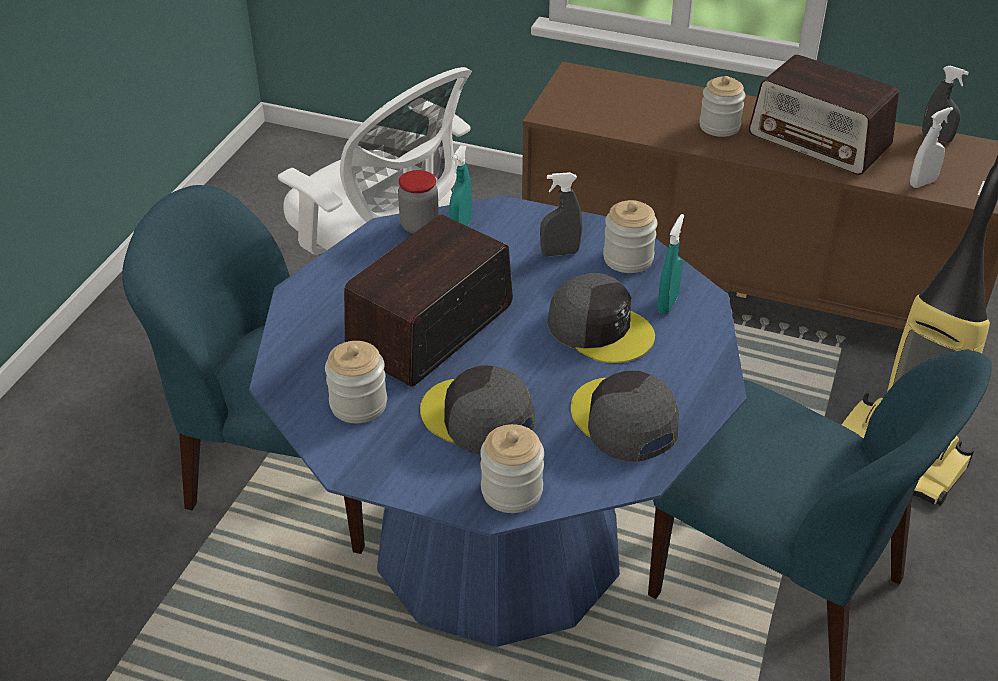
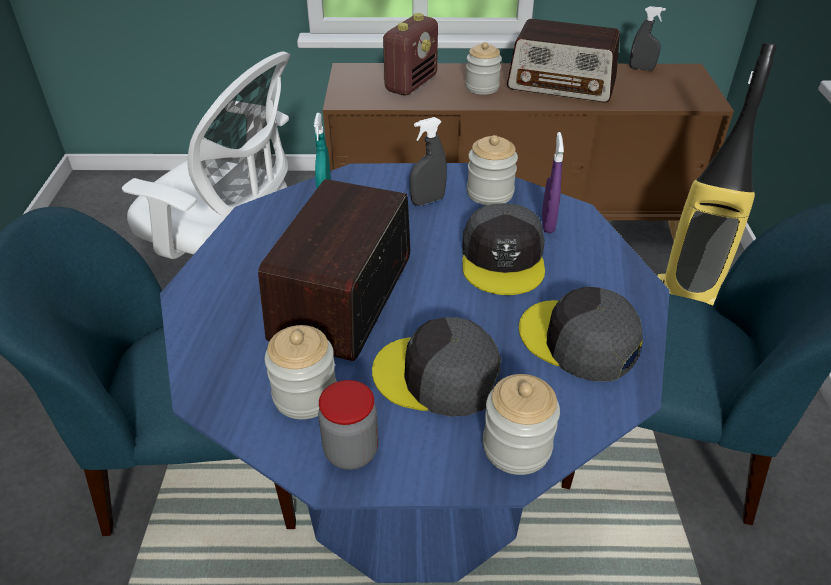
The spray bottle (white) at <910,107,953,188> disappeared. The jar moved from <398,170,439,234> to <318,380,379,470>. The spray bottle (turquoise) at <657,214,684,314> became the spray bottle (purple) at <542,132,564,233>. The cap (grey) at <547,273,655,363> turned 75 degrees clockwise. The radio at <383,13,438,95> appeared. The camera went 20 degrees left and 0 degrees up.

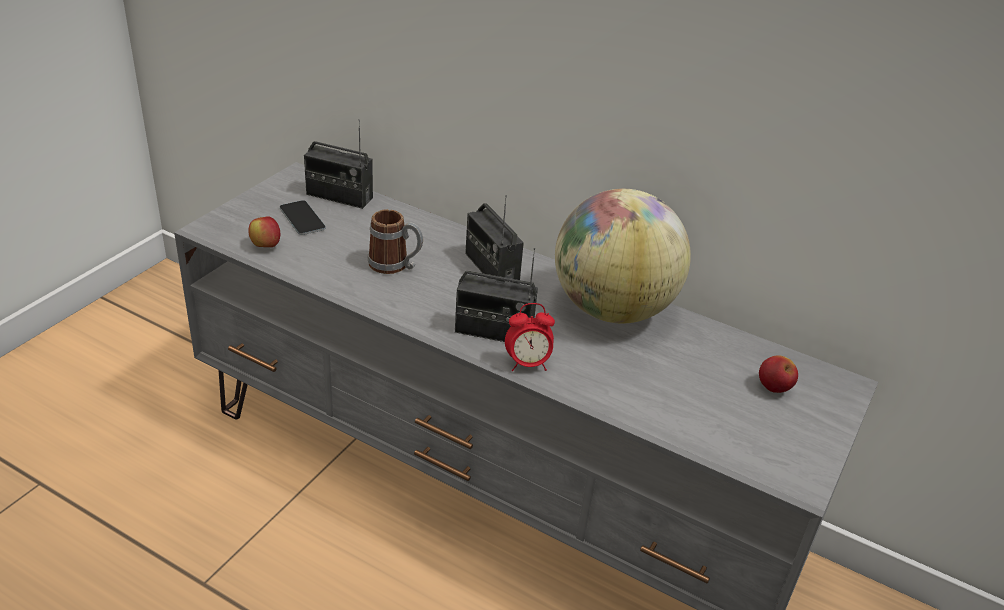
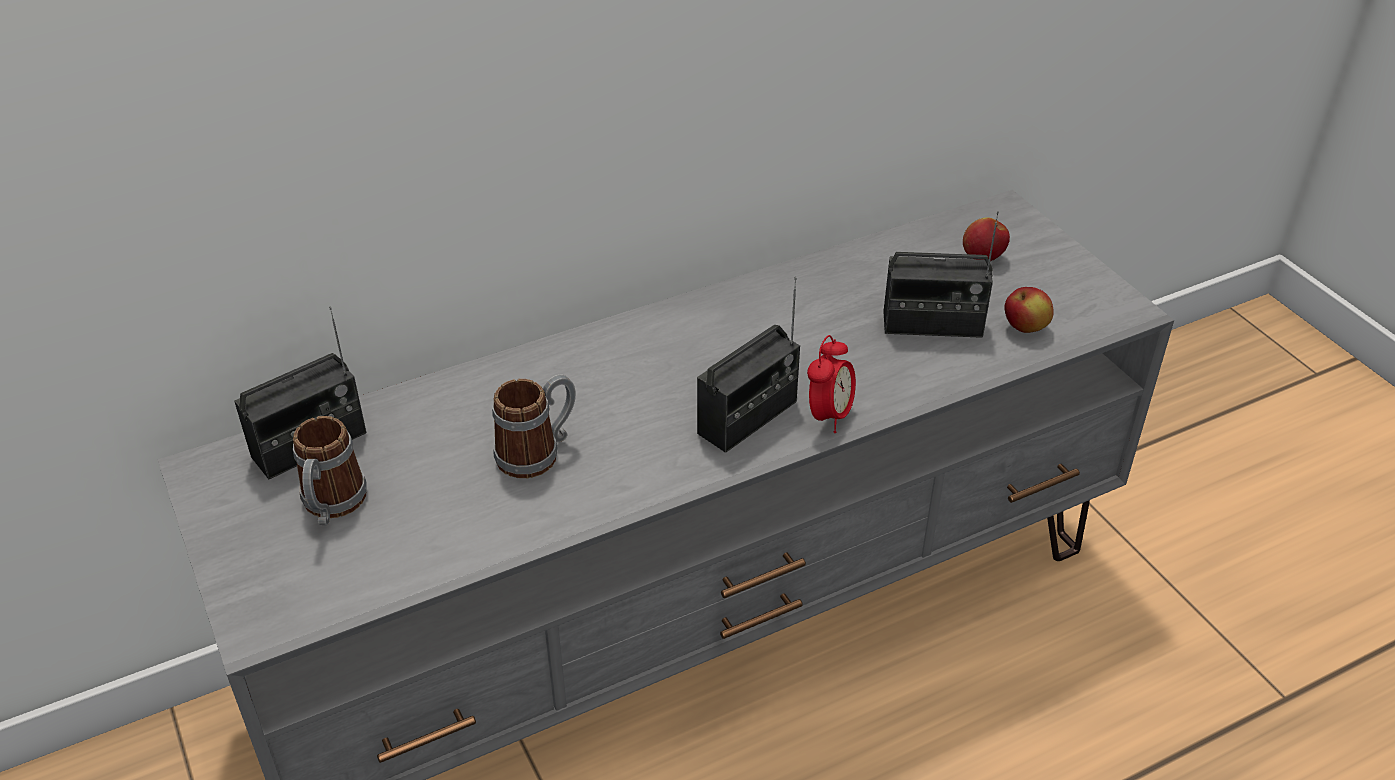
The globe at <555,189,691,323> disappeared. The radio moved from <465,195,524,284> to <883,211,999,338>. The phone at <280,200,326,235> was replaced by the mug at <293,416,367,525>. The apple moved from <248,216,280,247> to <1004,287,1053,333>. The camera went 55 degrees left and 5 degrees up.

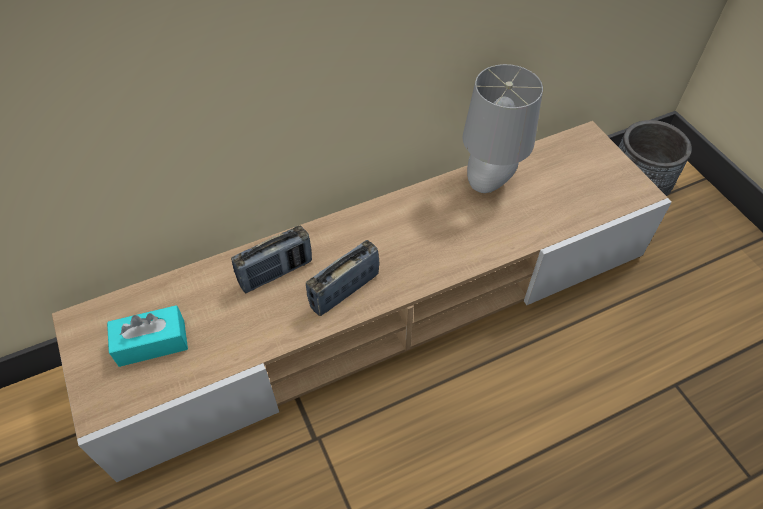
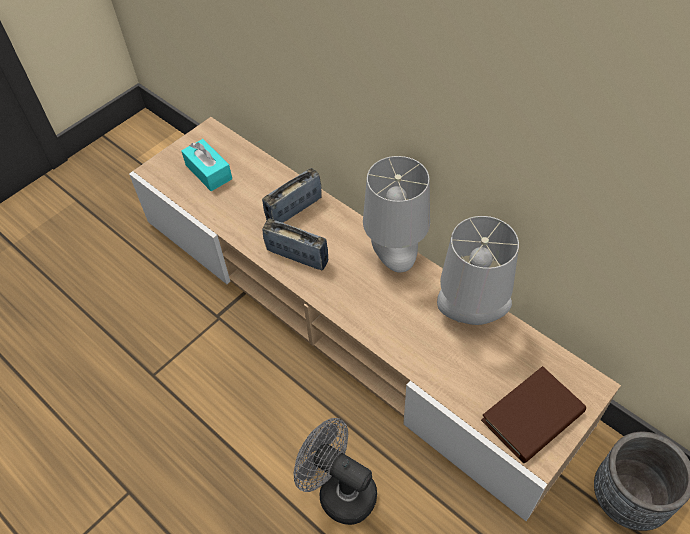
The radio at <231,226,312,293> turned 105 degrees clockwise. The table lamp (grey) at <363,156,430,273> appeared. The book (brown) at <481,366,586,463> appeared. The fan (grey) at <294,418,377,525> appeared. The camera went 70 degrees right and 0 degrees up.

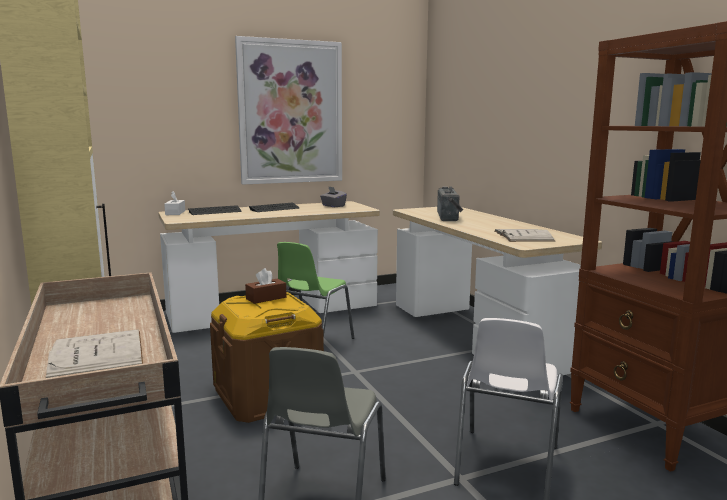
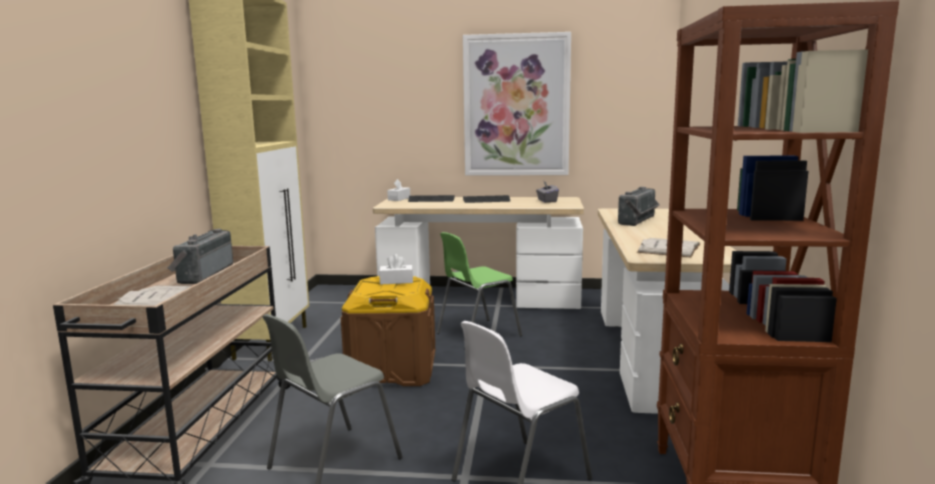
The tissue box (brown) at <245,268,286,304> became the tissue box (white) at <379,254,413,285>. The radio at <168,229,233,284> appeared. The camera went 30 degrees right and 0 degrees up.

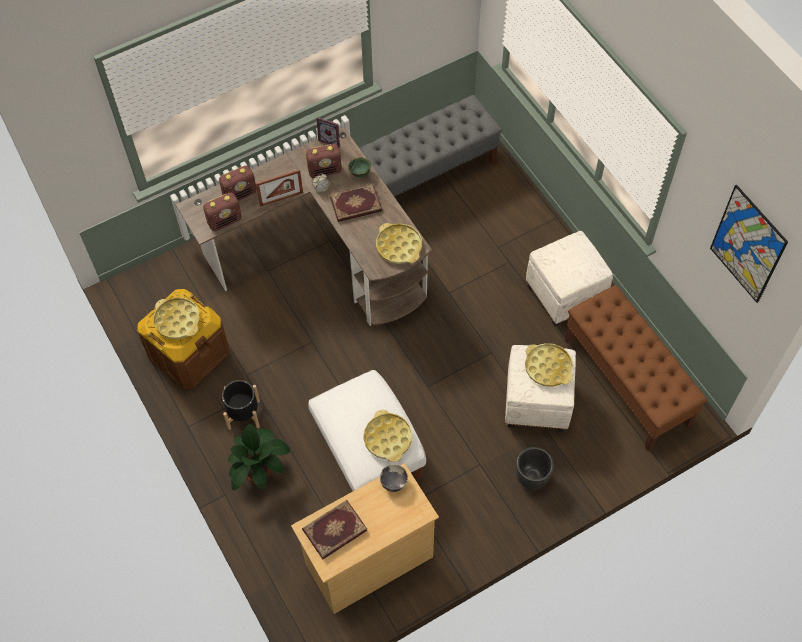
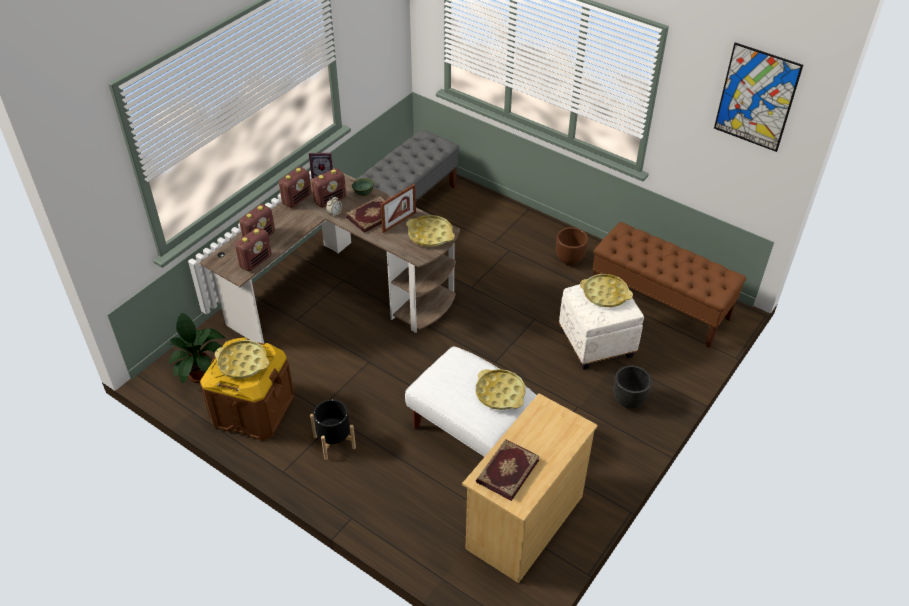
The picture frame moved from <255,169,303,207> to <381,184,416,233>. The ottoman (white) at <526,231,613,326> was replaced by the planter (brown) at <556,227,588,265>. The potted plant moved from <228,424,290,491> to <169,313,226,383>. The bowl at <380,464,408,492> disappeared. The radio at <279,167,312,208> appeared. The camera went 25 degrees left and 15 degrees down.

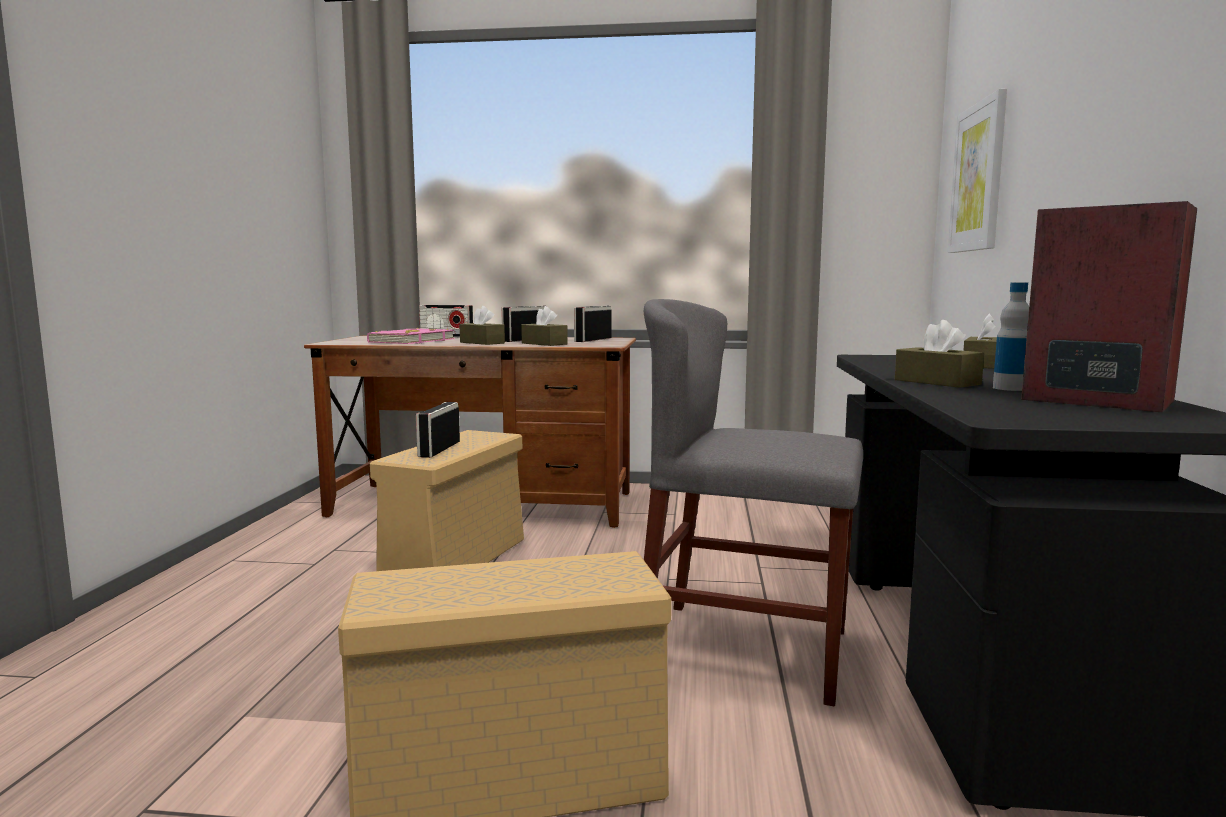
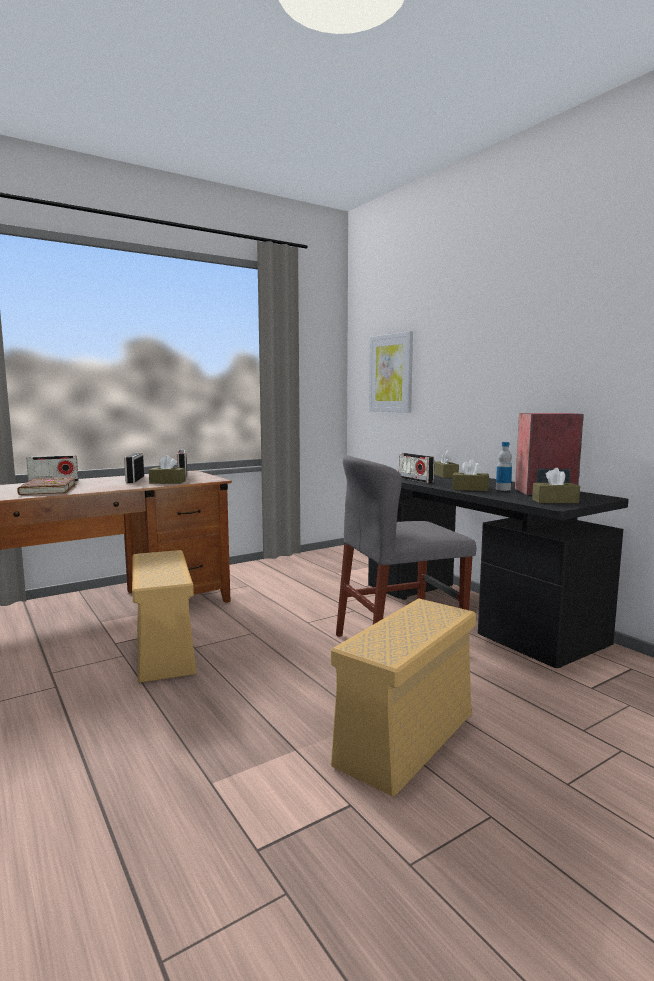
The tissue box (brown) moved from <459,306,505,345> to <532,468,580,503>. The book (pink) at <367,328,455,344> became the book (brown) at <17,477,76,495>. The radio moved from <416,402,460,458> to <399,453,434,483>. The camera went 40 degrees left and 0 degrees up.

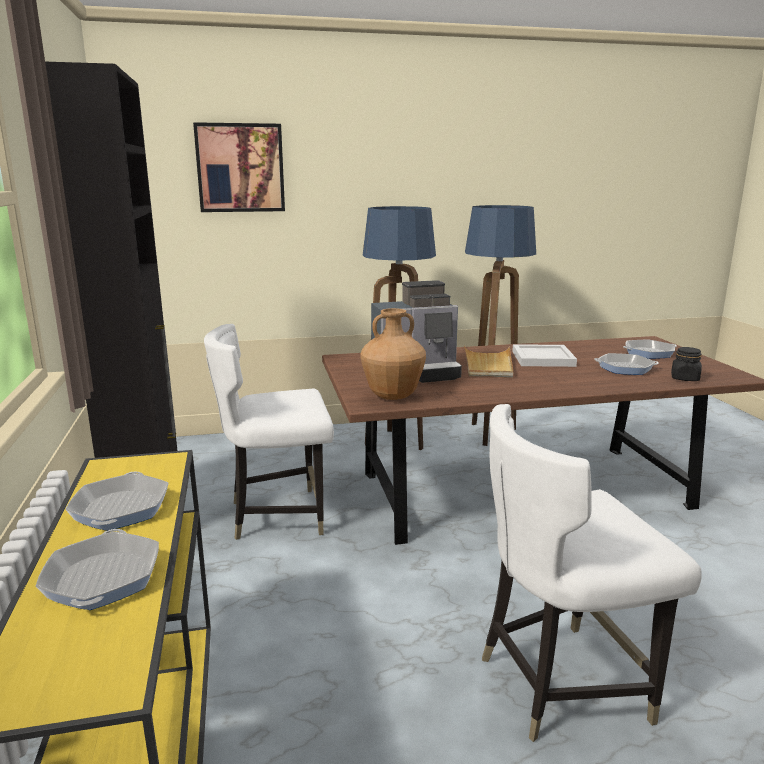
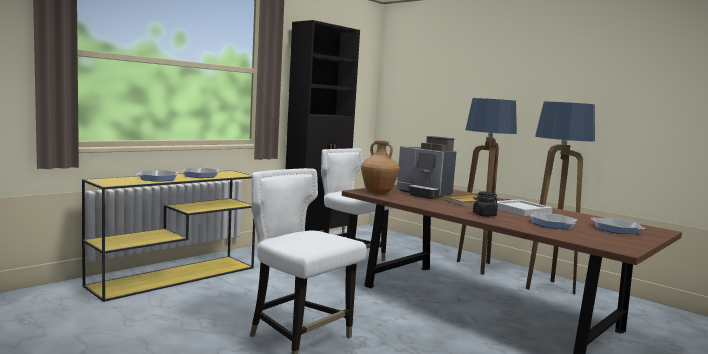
The picture at <193,122,285,212> disappeared. The jar (black) moved from <671,347,702,381> to <473,191,498,217>. The camera went 55 degrees right and 10 degrees down.

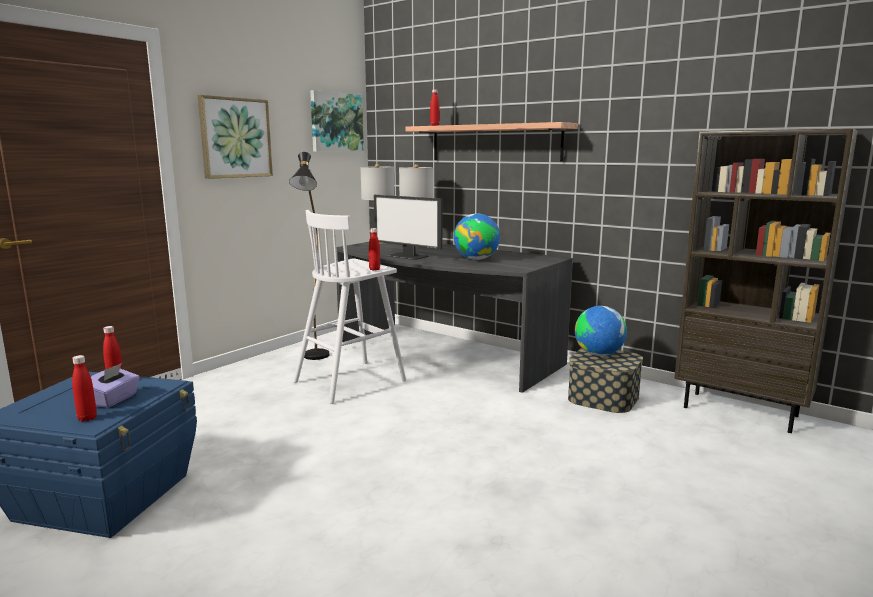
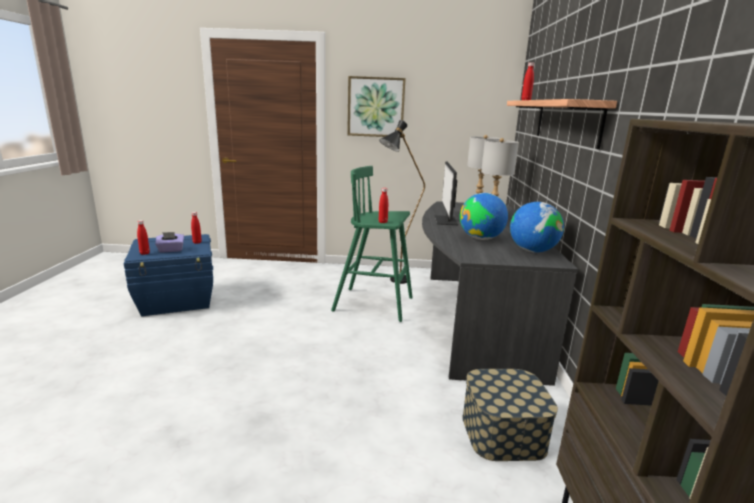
The picture at <310,90,364,152> disappeared. The stool (white) at <293,210,406,404> became the stool (green) at <331,166,413,322>. The globe moved from <575,306,627,356> to <510,202,564,253>. The camera went 55 degrees right and 5 degrees up.

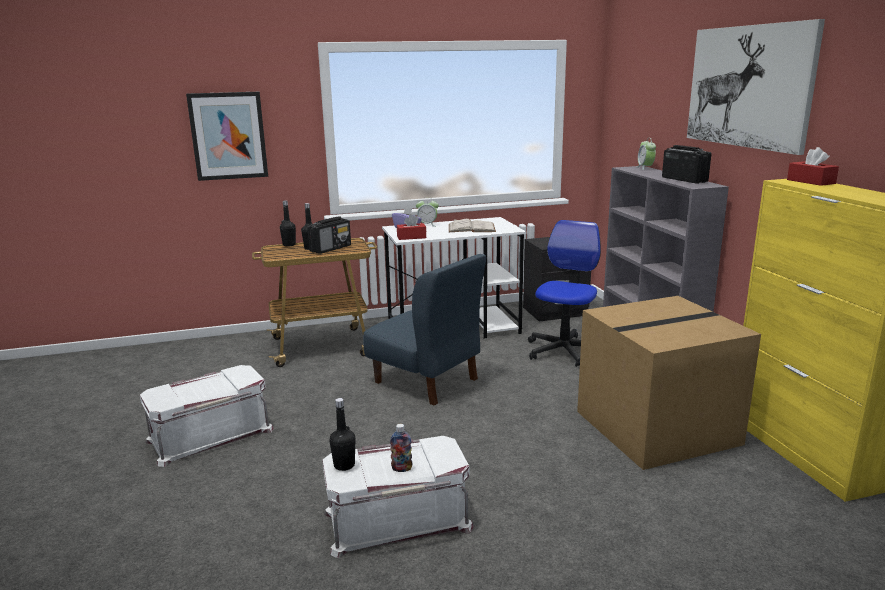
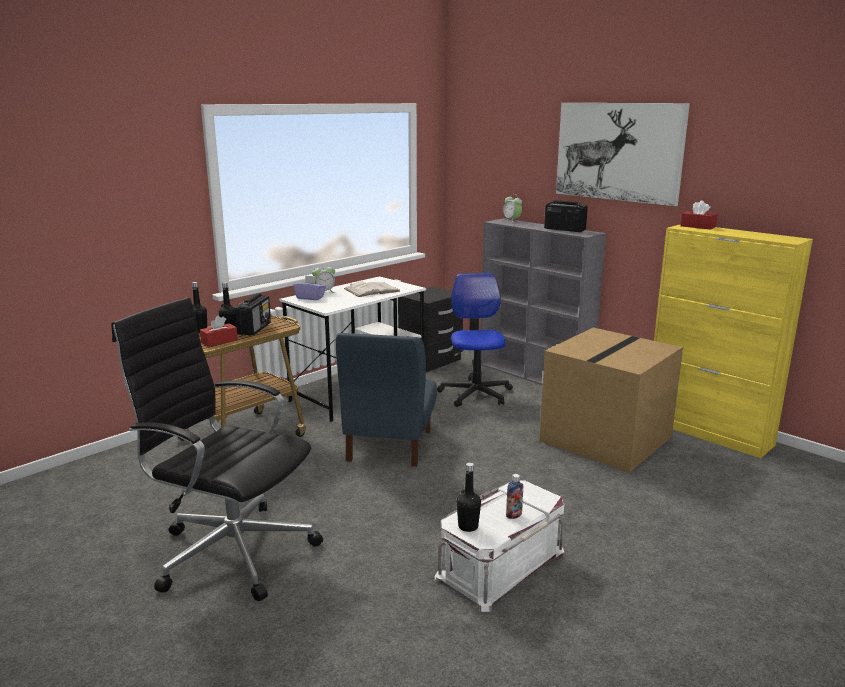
The picture at <186,92,268,181> disappeared. The tissue box (red) moved from <397,214,426,240> to <200,316,238,347>. The chair (blue) at <363,254,486,406> turned 90 degrees clockwise. The storage box (white) at <140,365,274,467> was replaced by the office chair (black) at <111,297,323,601>. The camera went 30 degrees left and 0 degrees up.

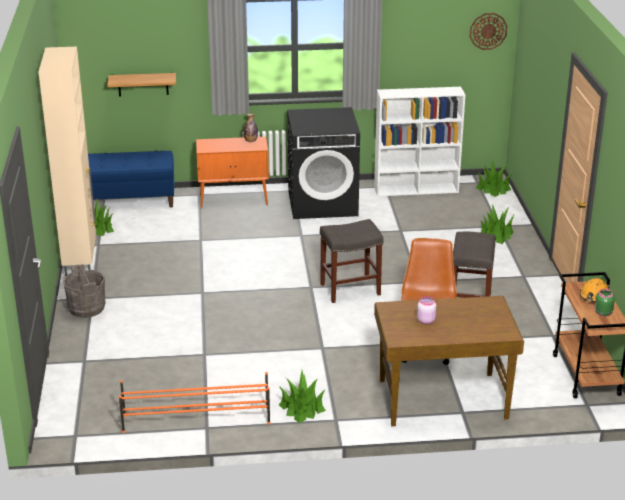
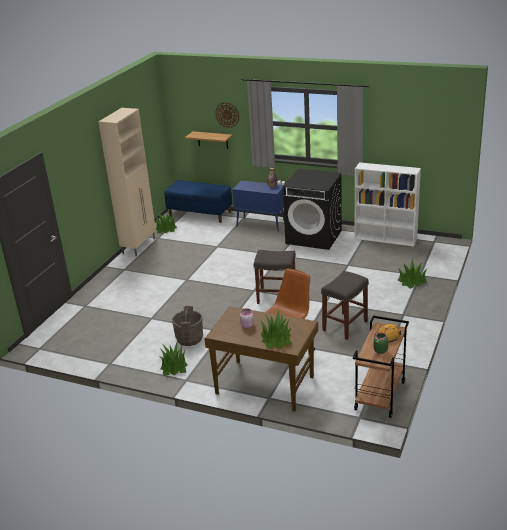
The wall clock moved from <469,13,508,50> to <215,102,239,128>. The cabinet (orange) at <196,137,269,208> became the cabinet (blue) at <232,181,284,232>. The potted plant moved from <476,161,512,197> to <261,310,292,349>. The bucket (grey) moved from <63,264,105,318> to <172,306,203,346>. The shoe rack (orange) at <119,372,270,433> disappeared. The camera went 30 degrees right and 0 degrees up.

